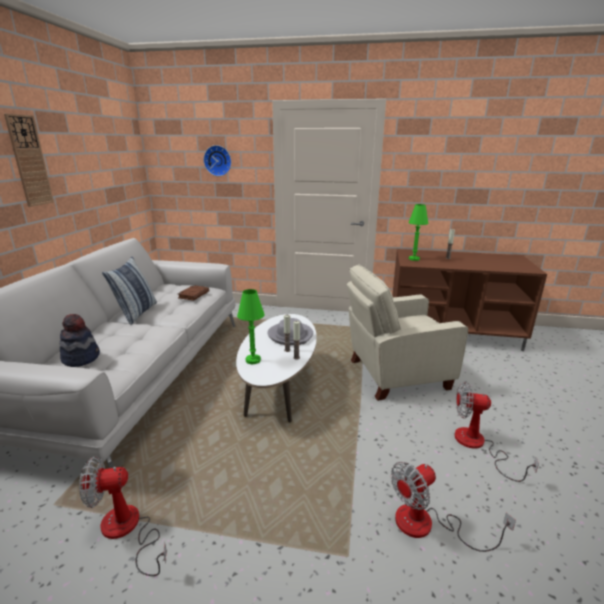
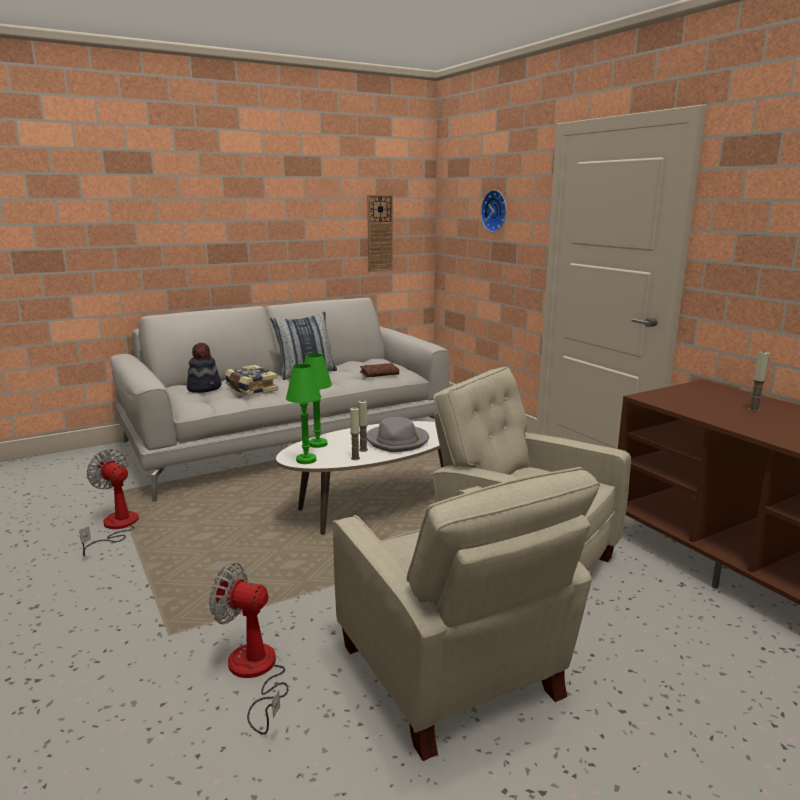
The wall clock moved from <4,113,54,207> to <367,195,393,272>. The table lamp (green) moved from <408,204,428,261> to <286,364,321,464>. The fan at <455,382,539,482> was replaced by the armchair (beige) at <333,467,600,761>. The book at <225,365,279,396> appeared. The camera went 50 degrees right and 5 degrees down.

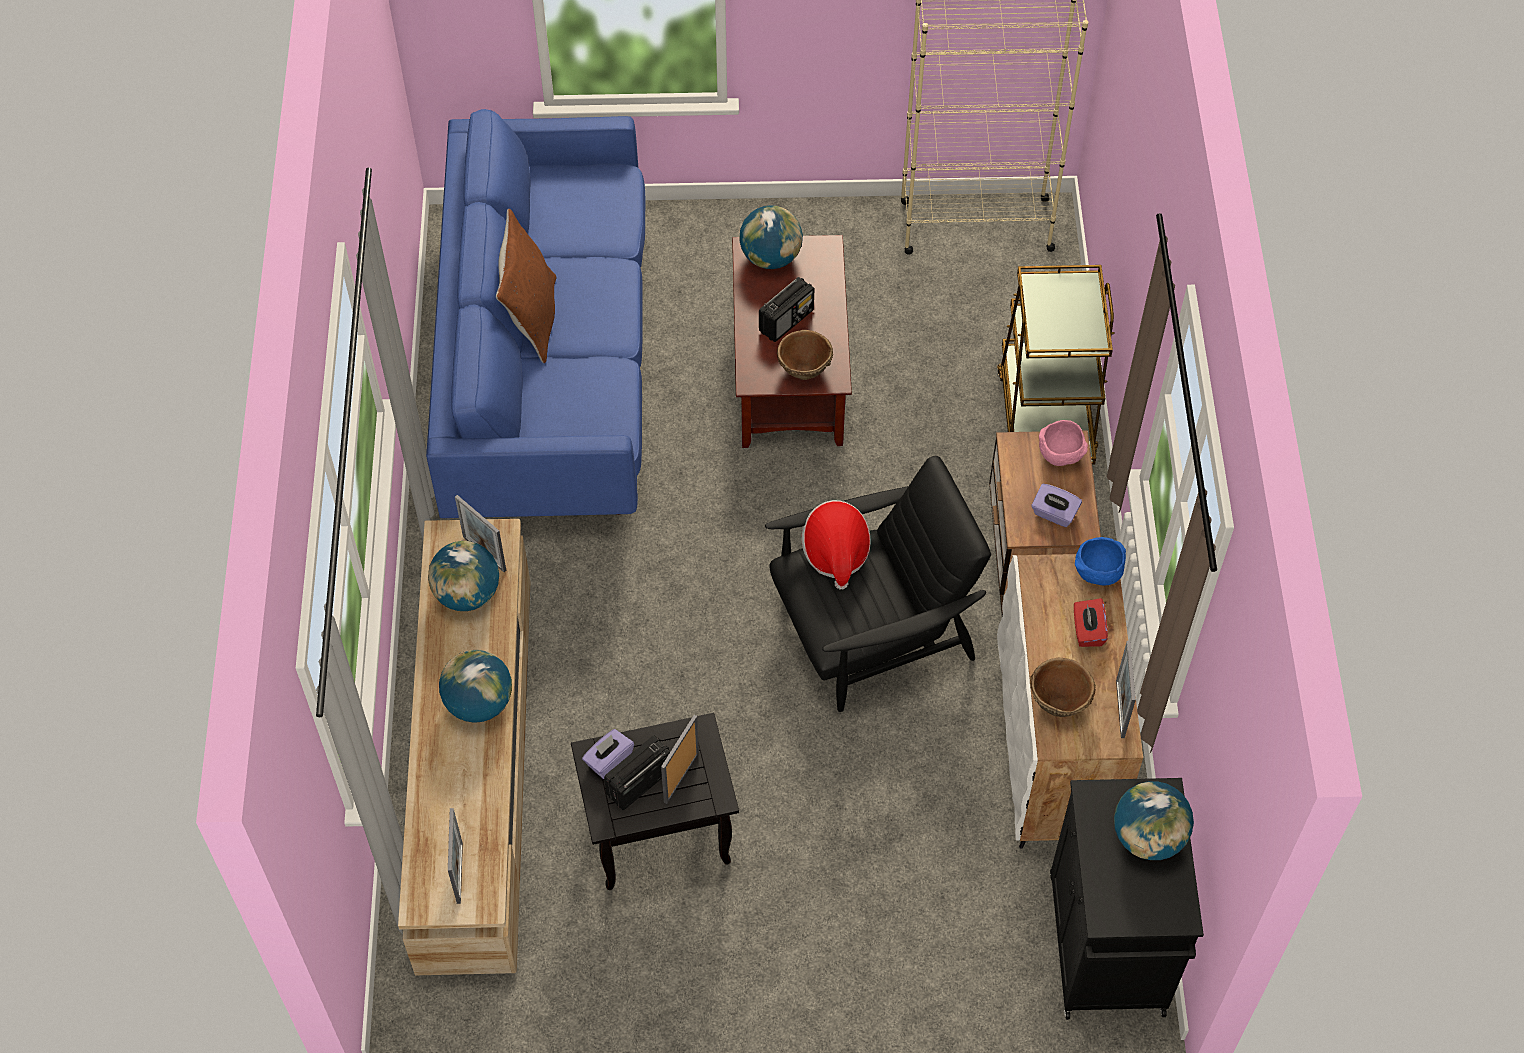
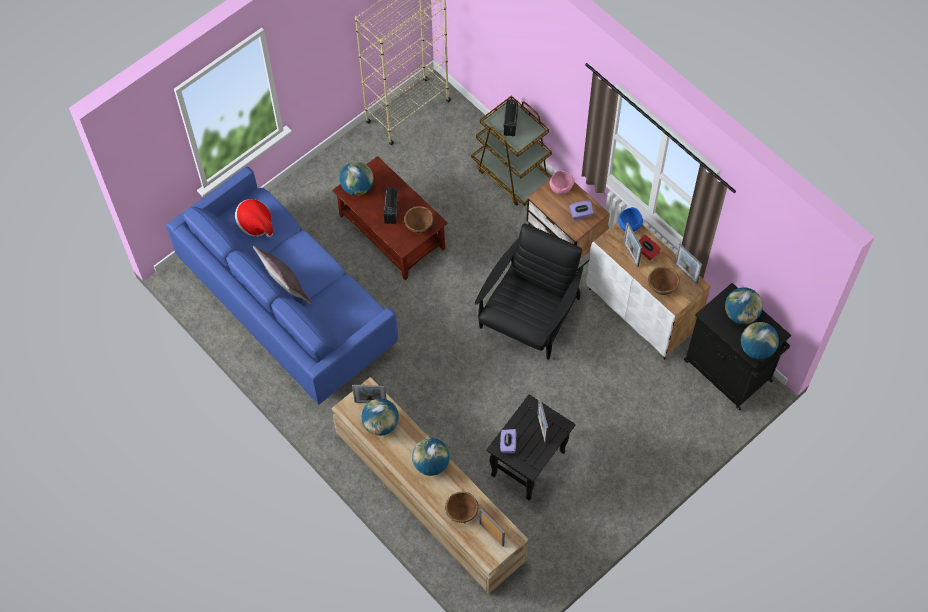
The pillow (brown) at <496,209,556,363> became the pillow (grey) at <253,245,312,304>. The hat moved from <802,500,871,590> to <235,199,273,238>. The radio moved from <604,735,671,810> to <503,99,518,136>. The picture frame at <624,222,642,267> appeared. The globe at <741,322,779,359> appeared. The bowl (brown) at <445,492,479,524> appeared. The camera went 40 degrees left and 5 degrees up.

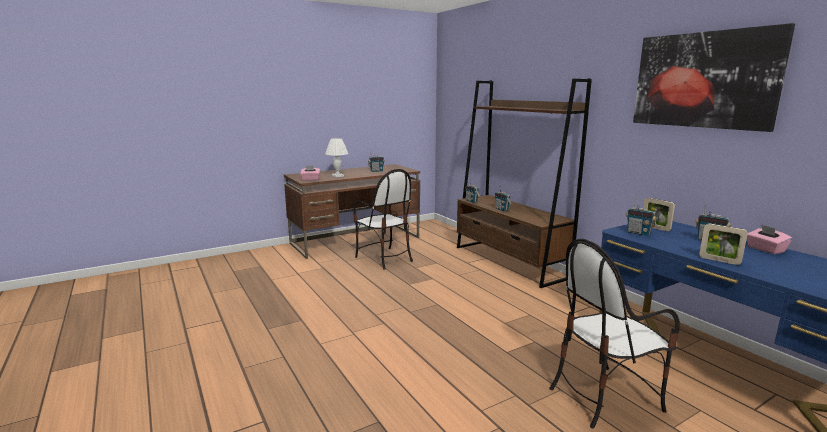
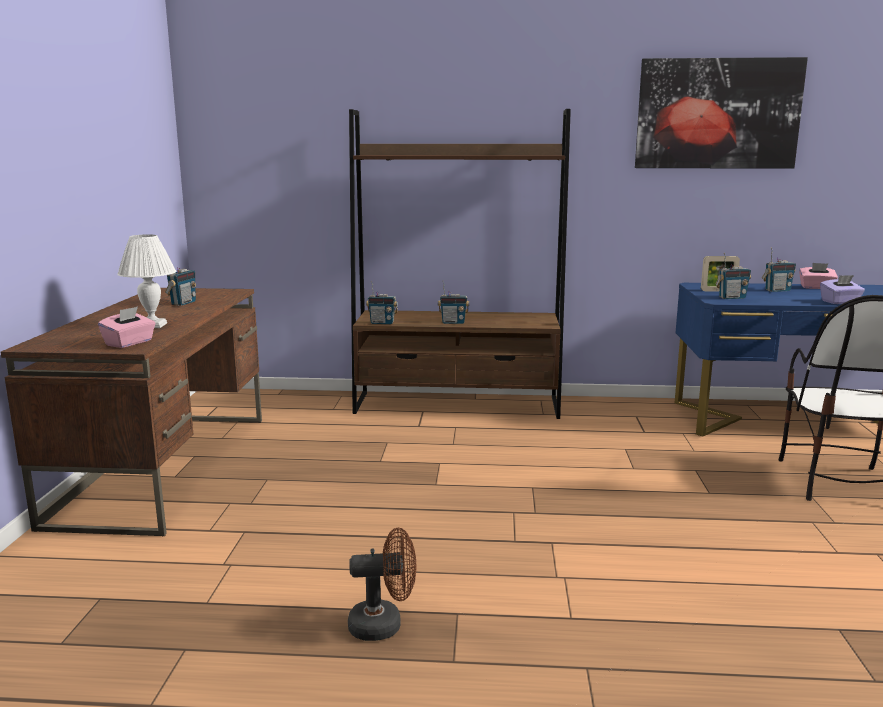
The chair at <353,169,413,269> disappeared. The picture frame at <699,223,748,265> was replaced by the tissue box (purple) at <820,275,865,304>. The fan (brown) at <348,528,416,641> appeared. The camera went 55 degrees left and 0 degrees up.

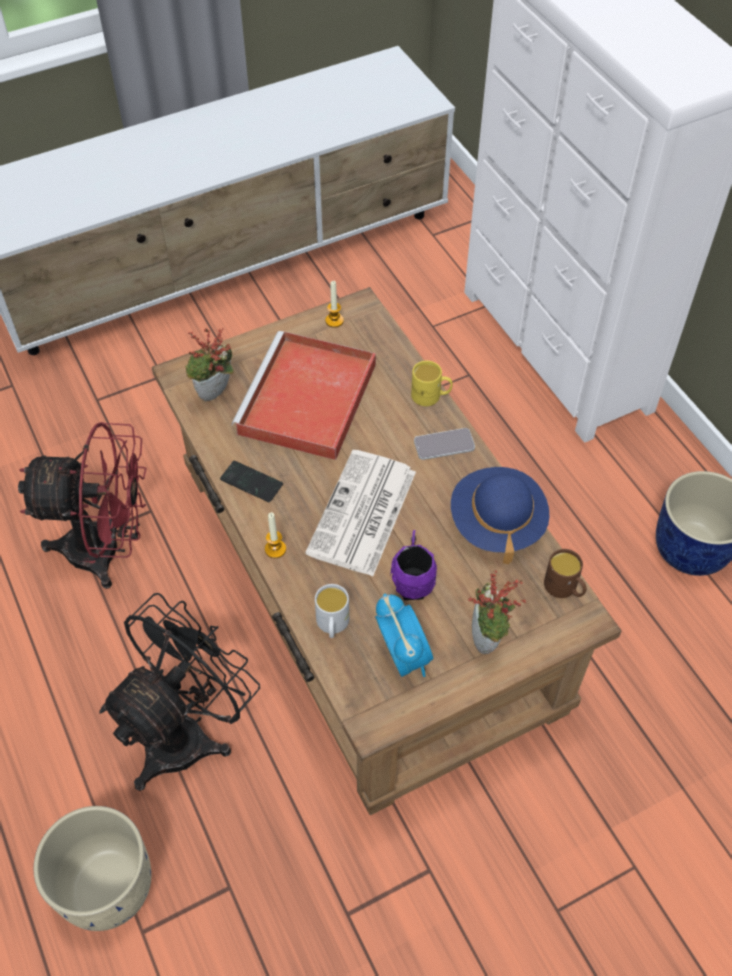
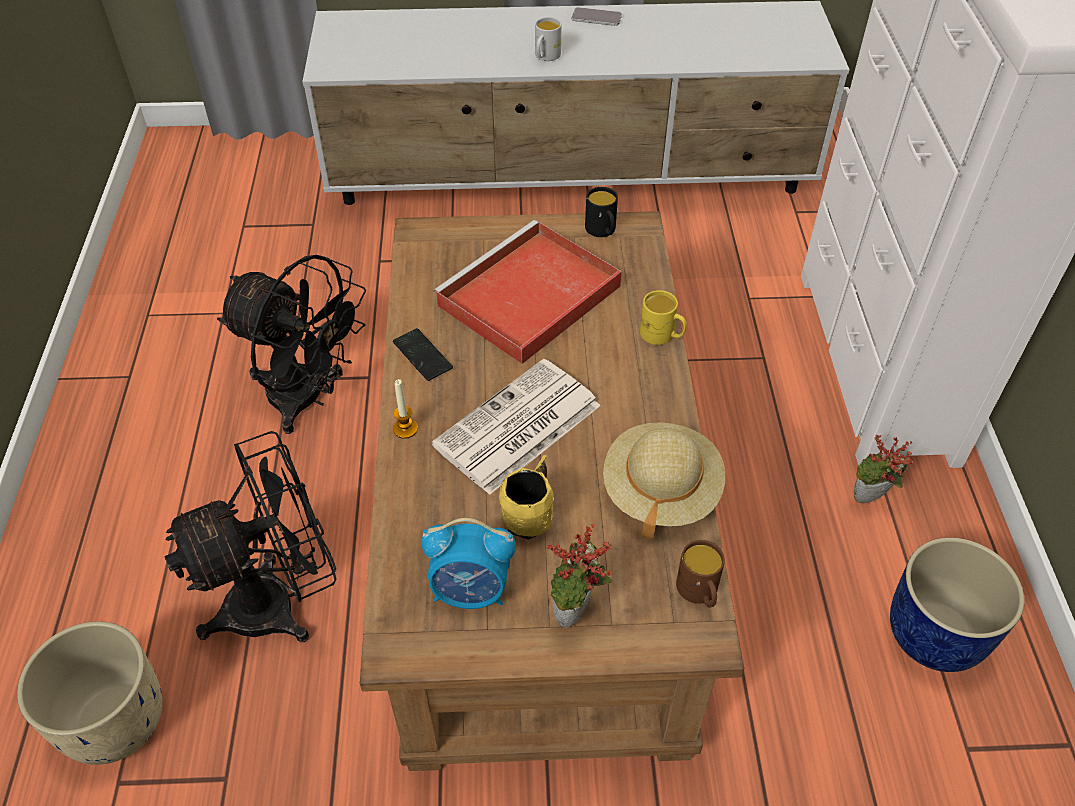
The candle at <325,281,344,327> was replaced by the mug (black) at <585,187,618,237>. The potted plant moved from <185,328,234,402> to <854,435,912,503>. The fan (red) at <18,422,147,589> became the fan (black) at <217,255,366,434>. The phone moved from <414,428,475,460> to <571,7,622,26>. The hat (blue) at <451,467,550,564> became the hat (beige) at <603,422,725,540>. The mug (purple) at <390,530,437,600> became the mug (yellow) at <499,455,554,540>. The mug (white) moved from <315,584,349,638> to <535,17,562,61>. The alarm clock at <375,594,433,677> turned 90 degrees clockwise. The camera went 25 degrees right and 5 degrees down.

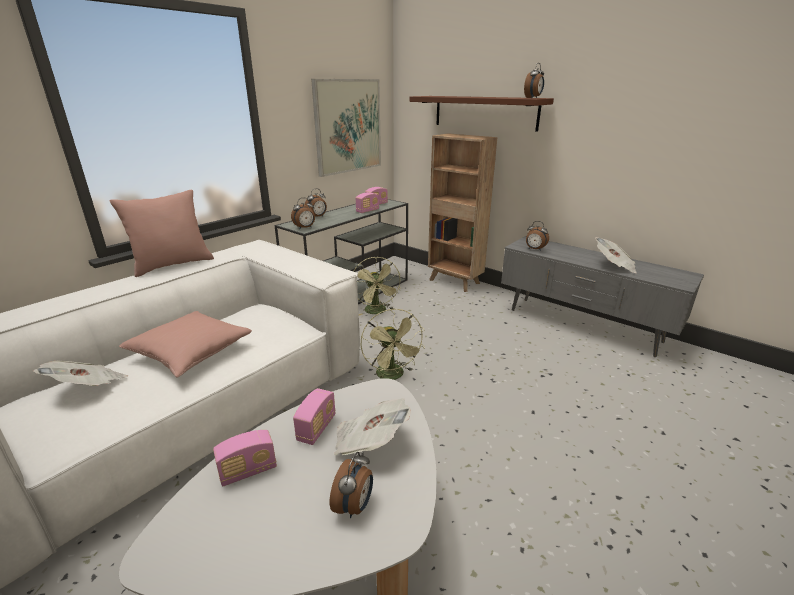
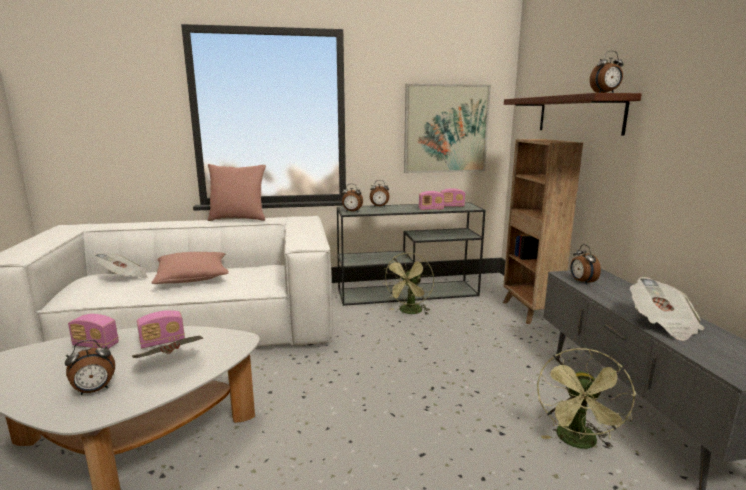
The fan (green) moved from <360,309,425,380> to <537,348,636,449>. The camera went 40 degrees right and 10 degrees down.

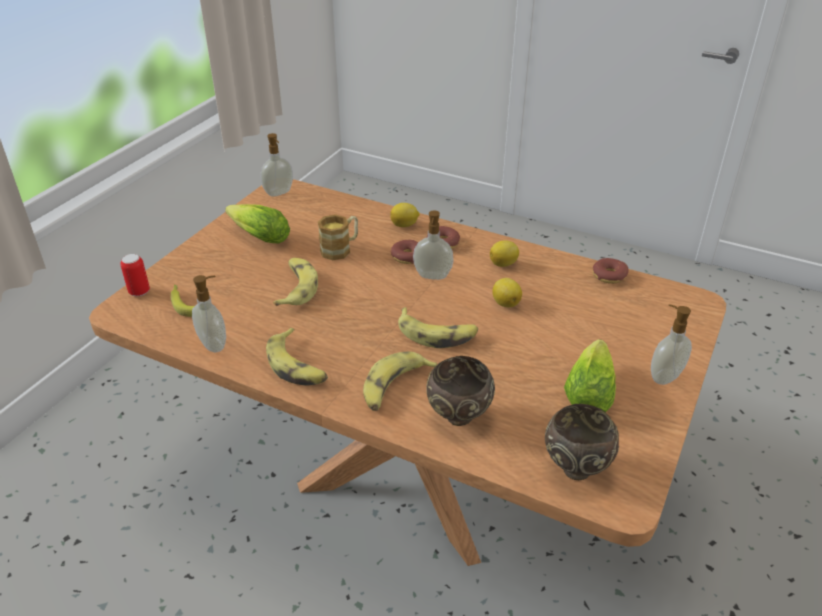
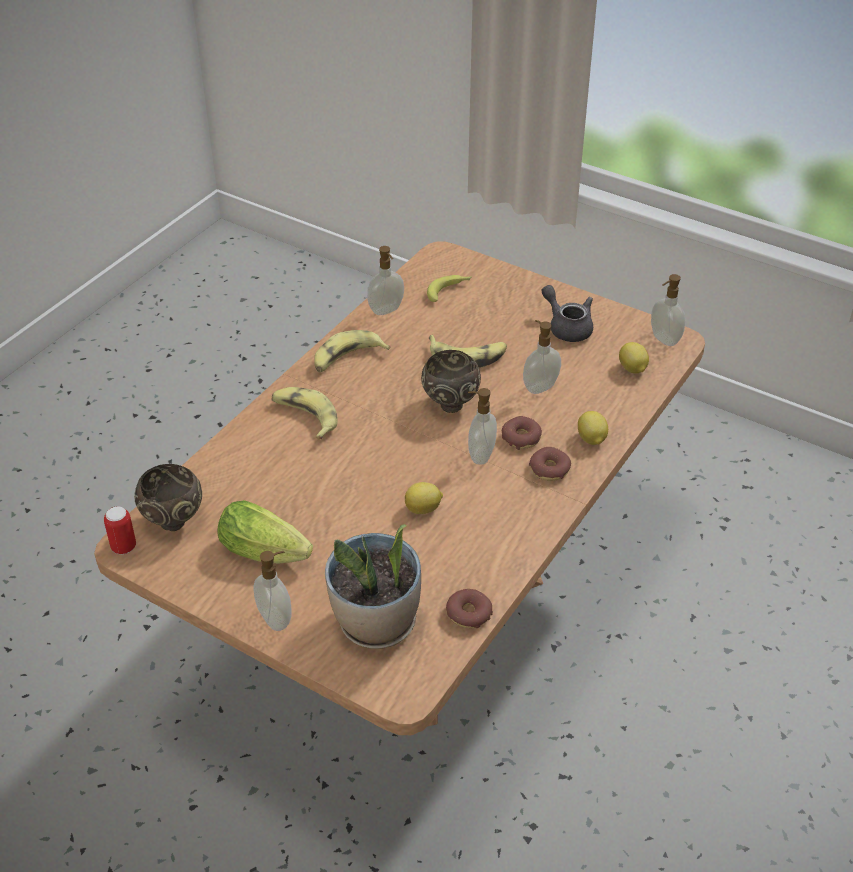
The lettuce at <225,204,290,244> was replaced by the teapot (grey) at <542,285,593,342>. The mug at <318,214,358,260> was replaced by the soap dispenser at <523,320,561,394>. The lemon moved from <490,240,519,267> to <619,342,649,374>. The can moved from <120,254,150,296> to <104,506,136,555>. The banana at <398,307,478,348> disappeared. The bowl (brown) moved from <426,356,495,426> to <421,350,481,413>. The potted plant at <325,524,421,649> appeared. The camera went 95 degrees right and 5 degrees up.

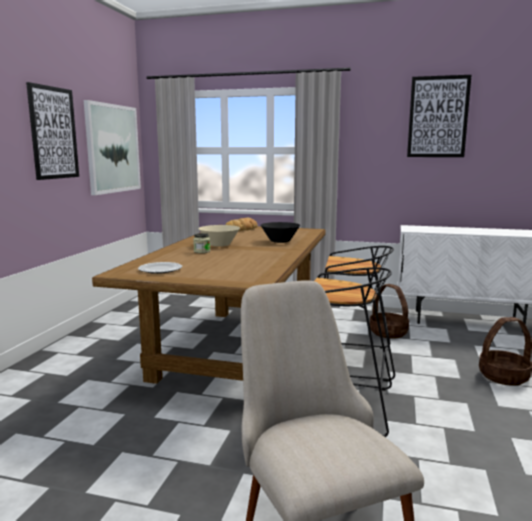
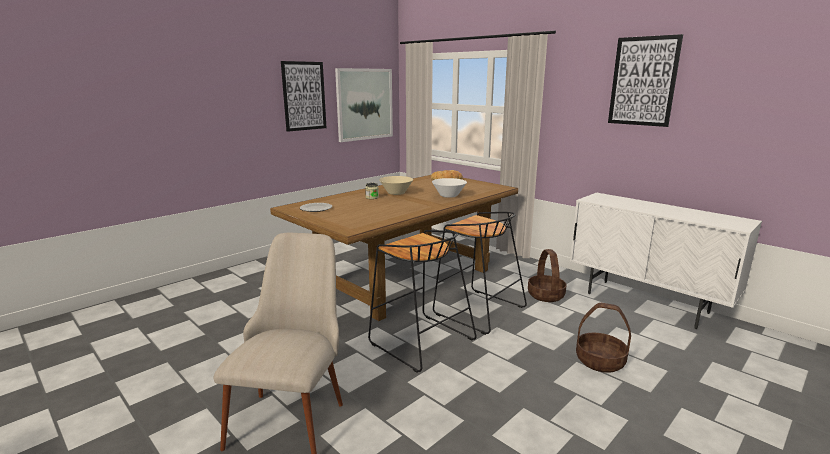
The bowl (black) at <260,222,300,243> became the bowl (white) at <432,178,467,198>. The camera went 30 degrees right and 5 degrees up.

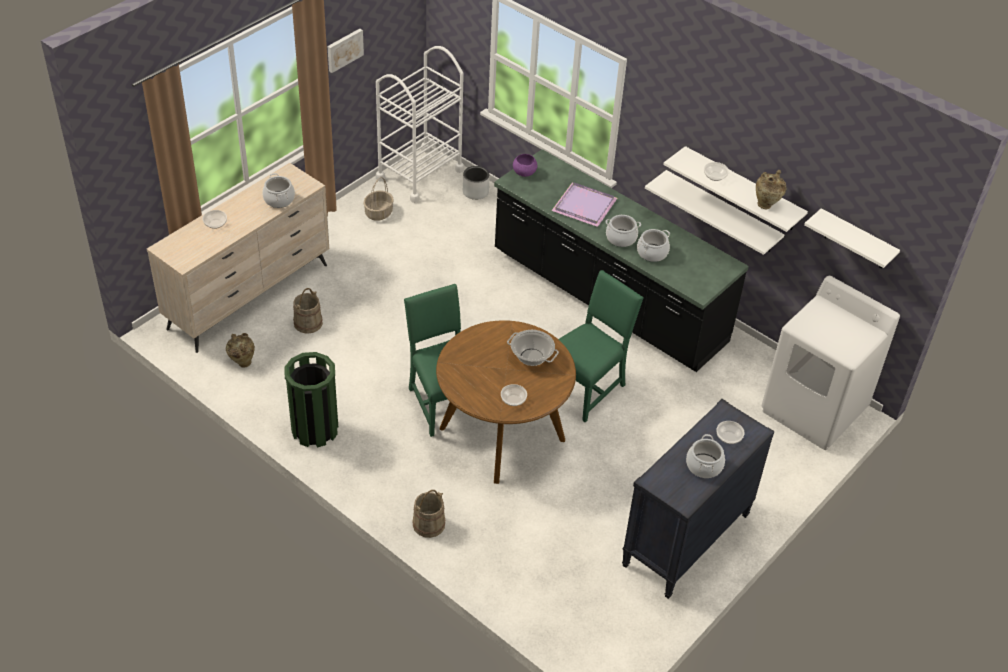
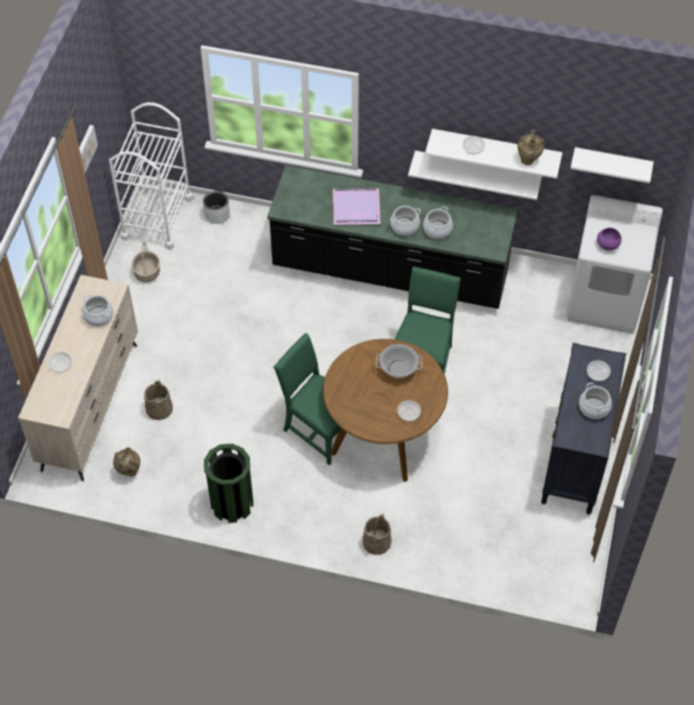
The bowl (purple) moved from <513,154,537,177> to <597,228,621,251>. The camera went 25 degrees left and 10 degrees up.

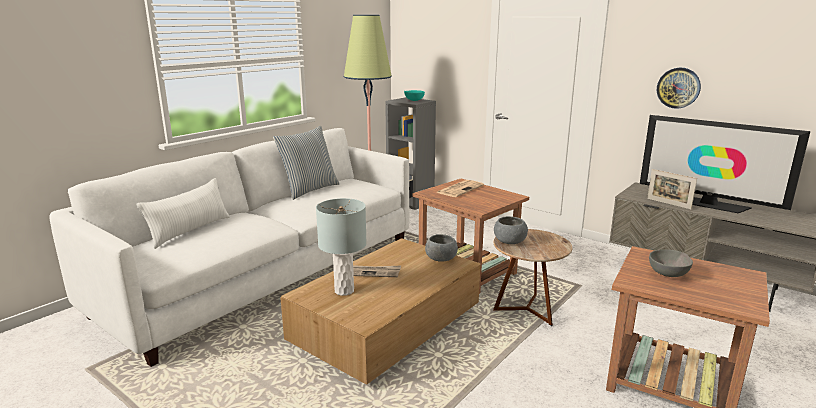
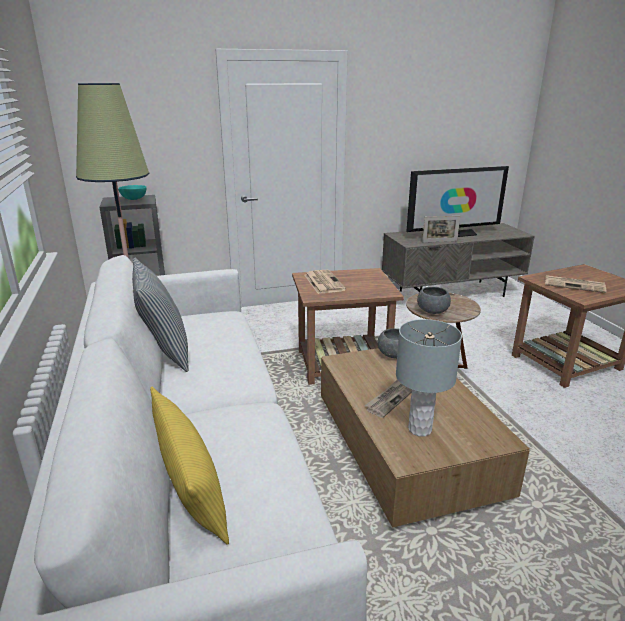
The wall clock at <657,68,701,109> disappeared. The pillow (white) at <137,178,230,249> became the pillow (yellow) at <150,386,229,545>. The bowl (grey) at <649,249,693,277> was replaced by the newspaper at <545,275,607,293>. The camera went 55 degrees left and 5 degrees up.

